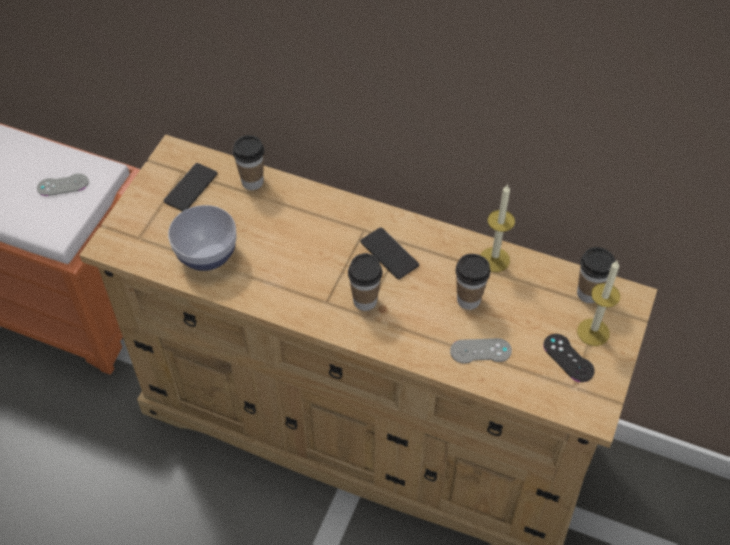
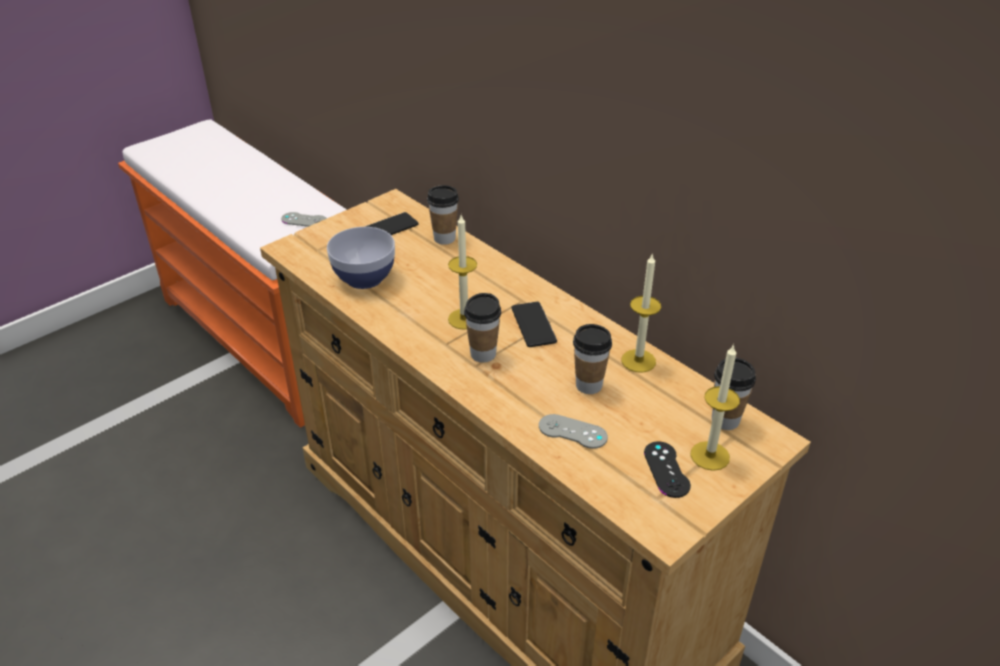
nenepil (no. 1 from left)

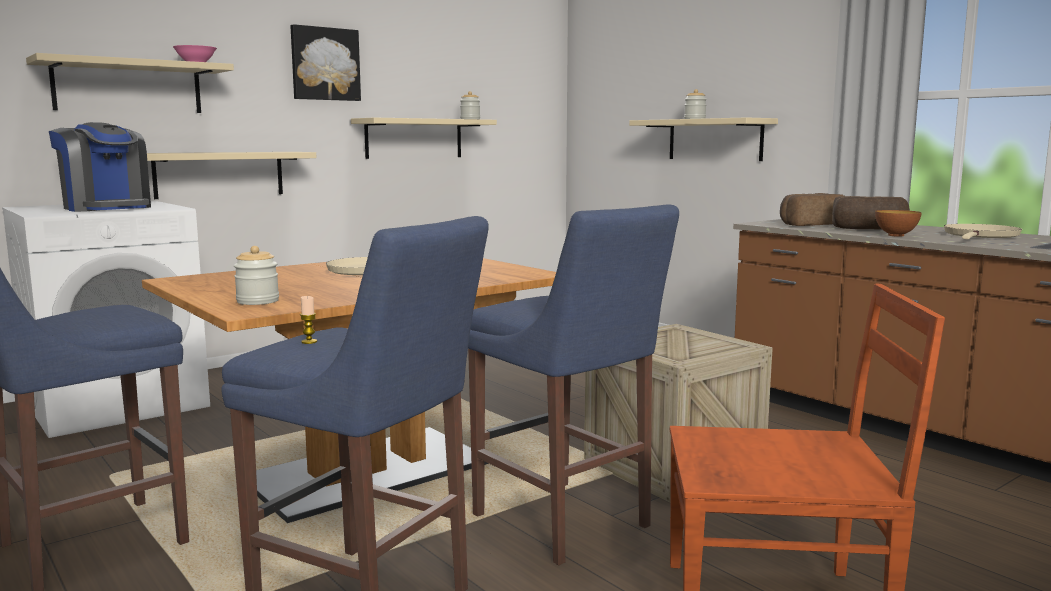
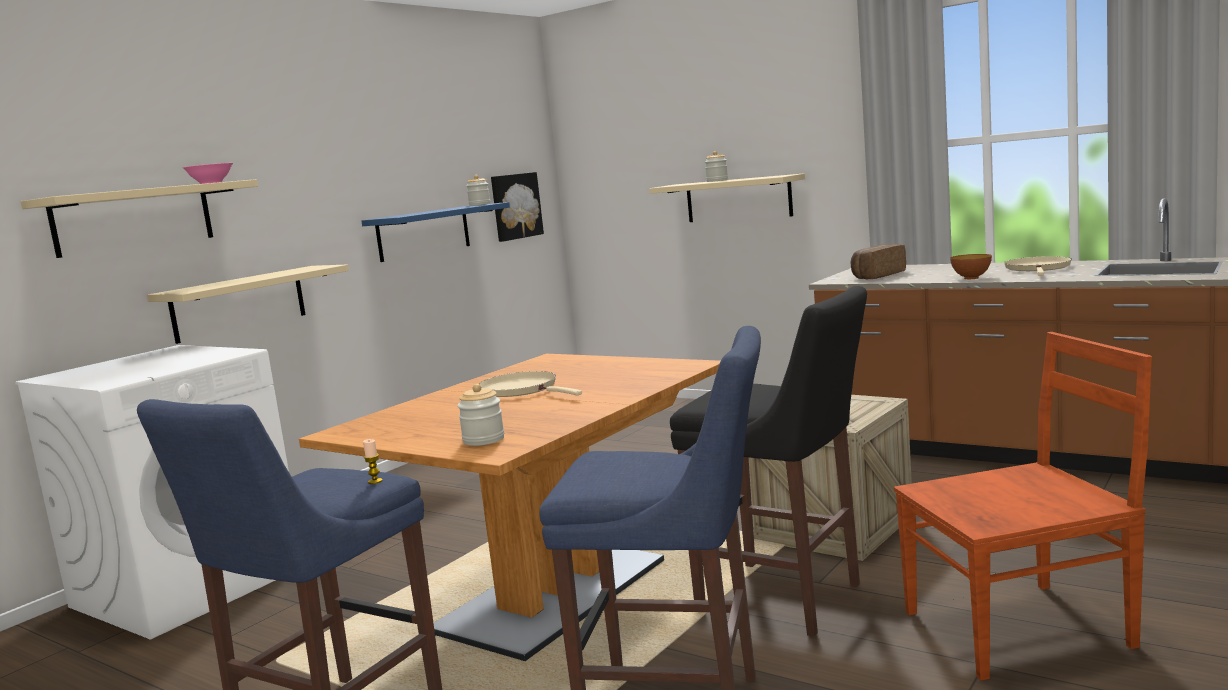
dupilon
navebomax (no. 2 from left in the first image)
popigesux
nenepil
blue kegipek
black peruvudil

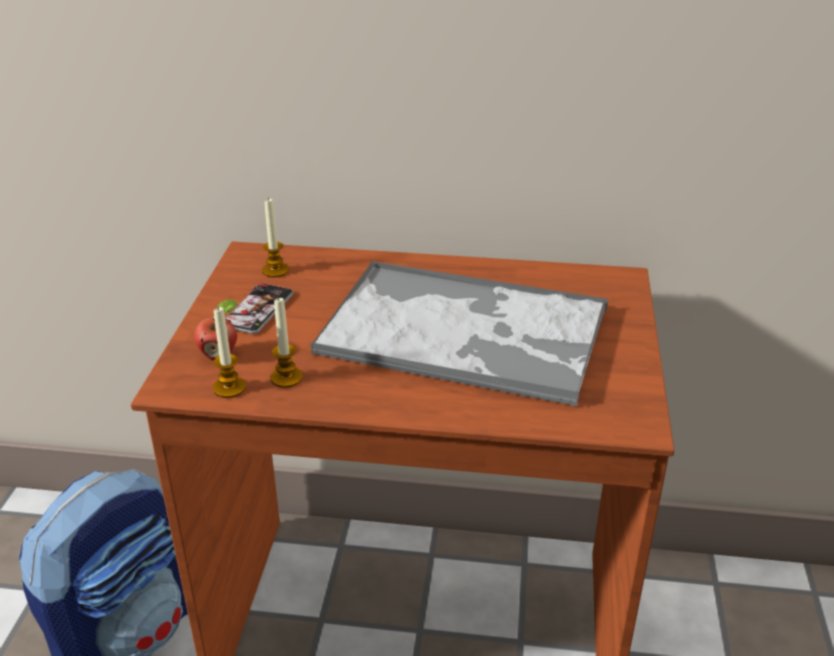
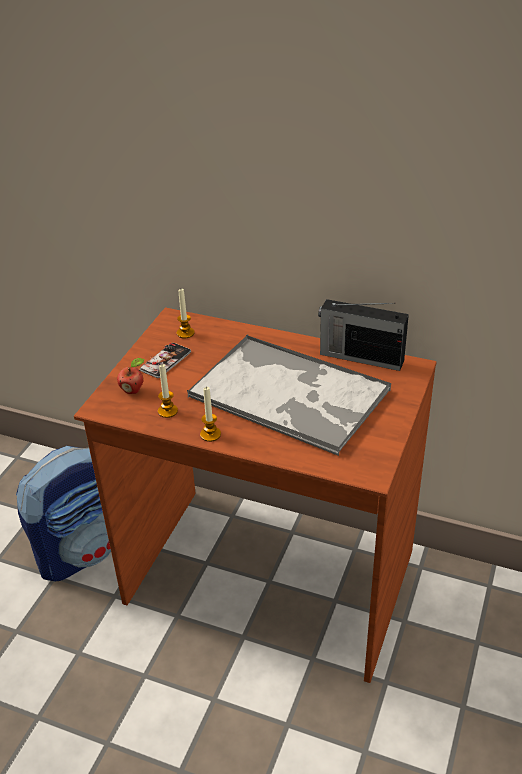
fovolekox
nenepil (no. 3 from left)

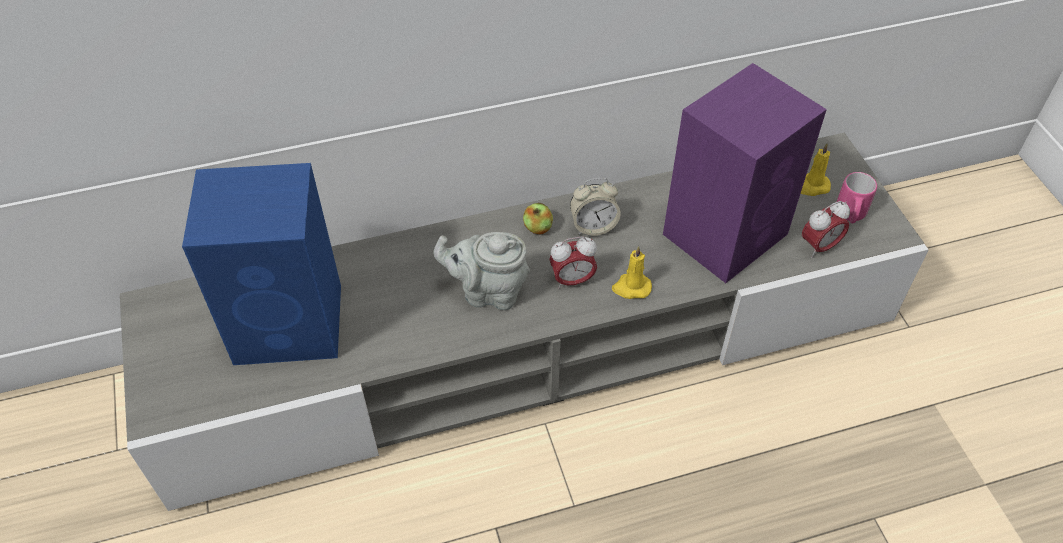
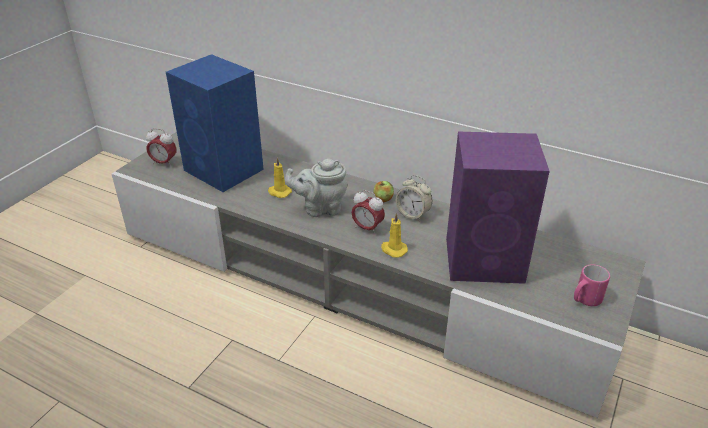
yellow nenepil (no. 1 from left)
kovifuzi (no. 1 from left)
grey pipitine

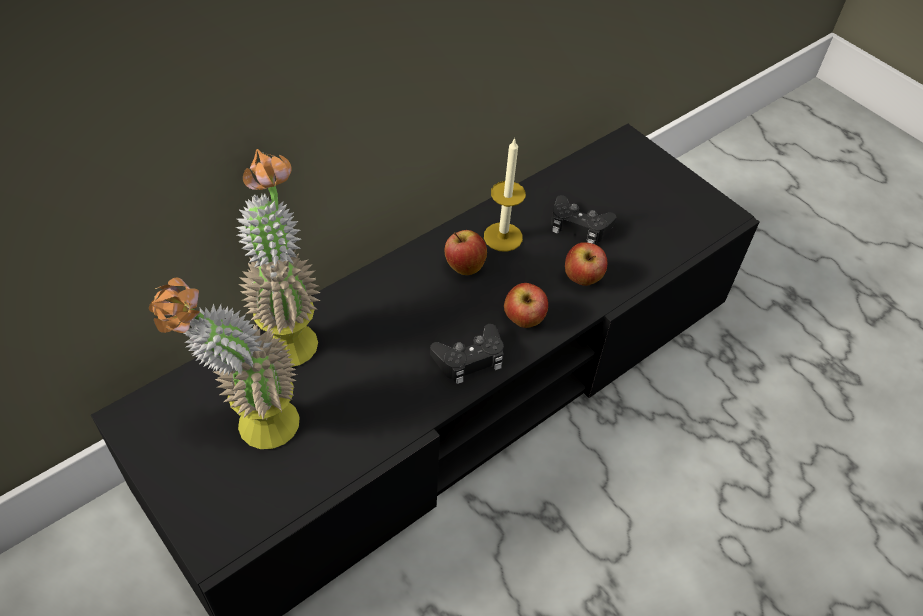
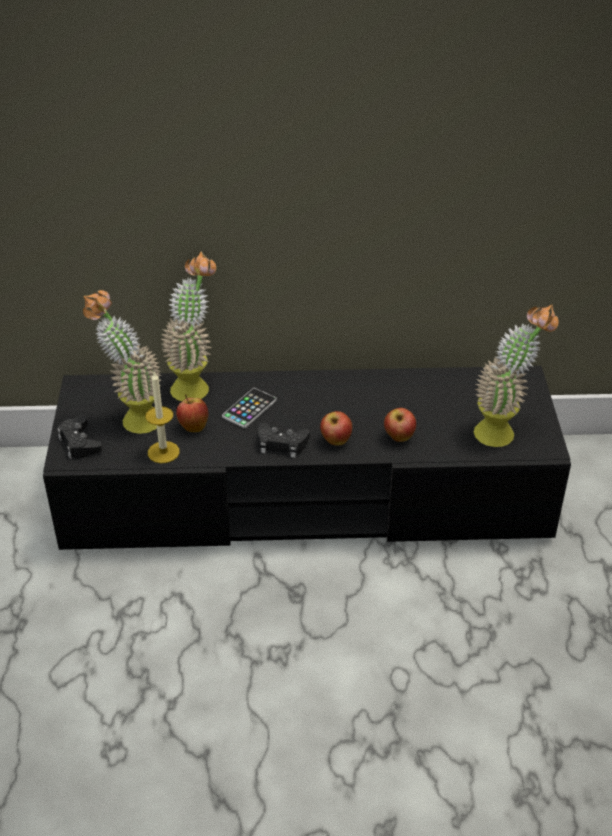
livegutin
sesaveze (no. 3 from left)
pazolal (no. 1 from left)
nenepil
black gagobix (no. 1 from left)

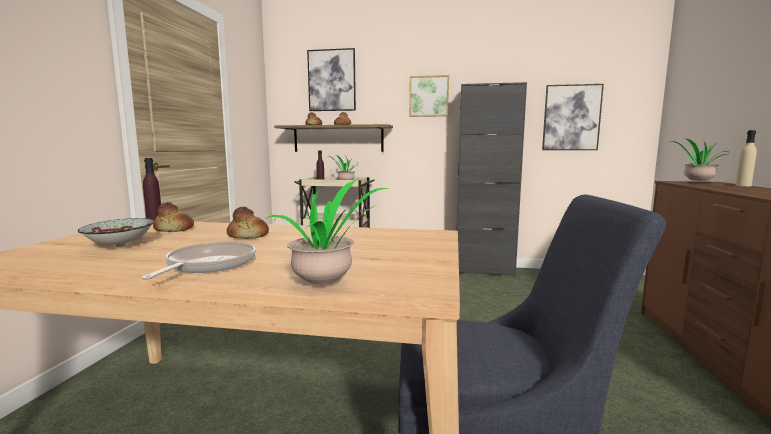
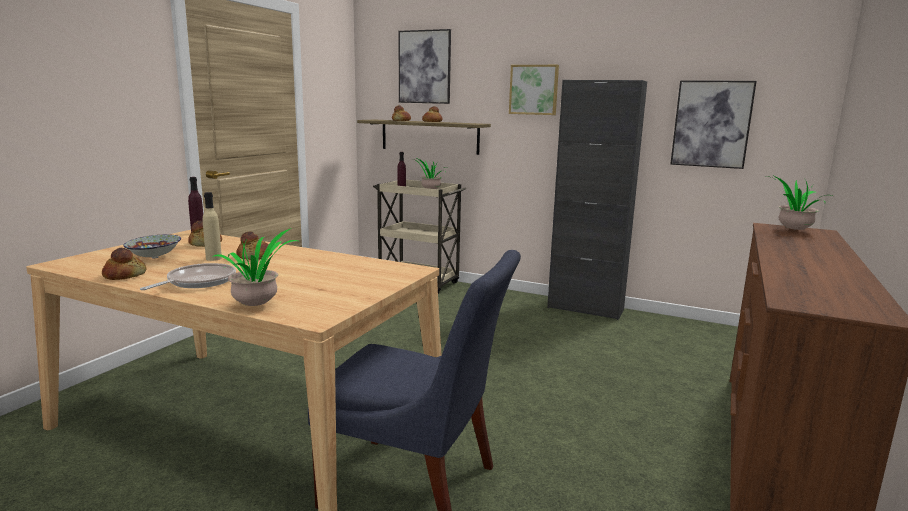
navebomax (no. 1 from left)
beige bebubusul

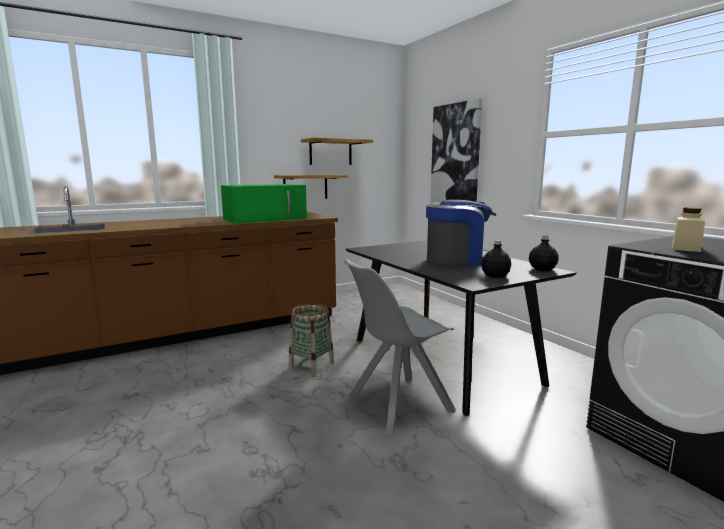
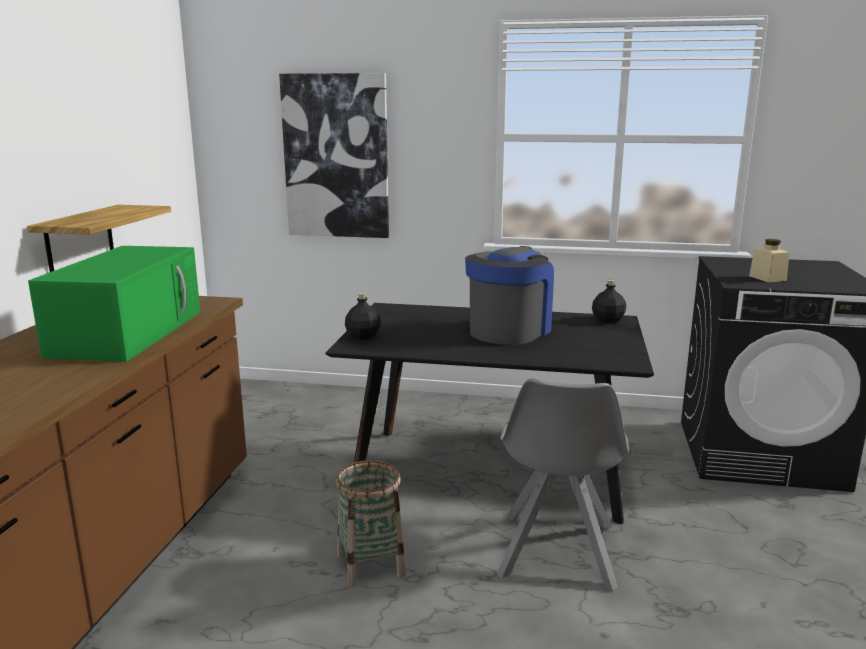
kegipek (no. 2 from left in the first image)
black bebubusul (no. 1 from left)

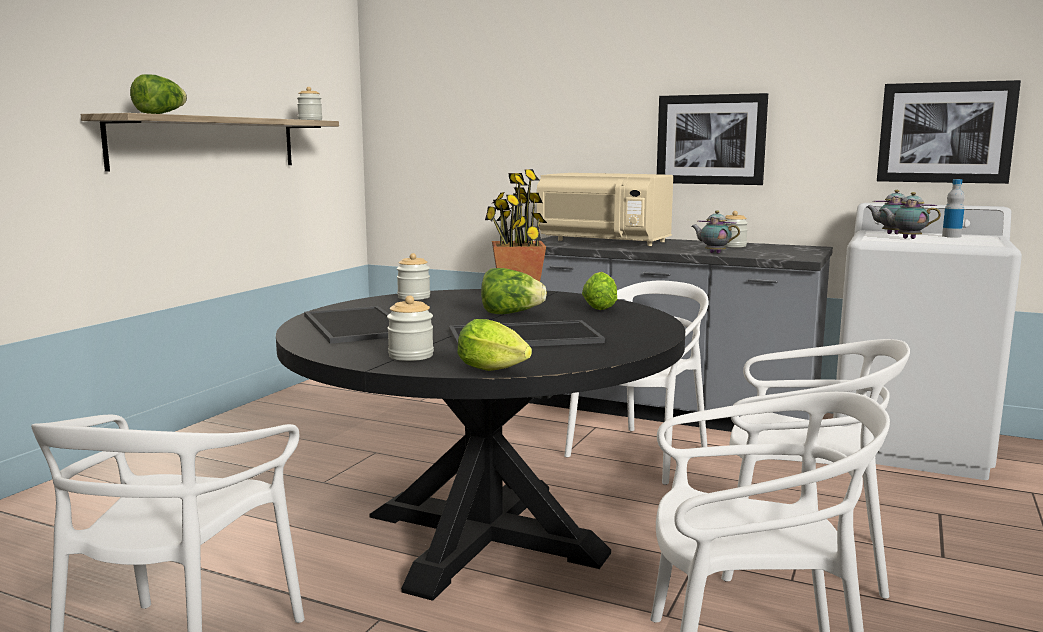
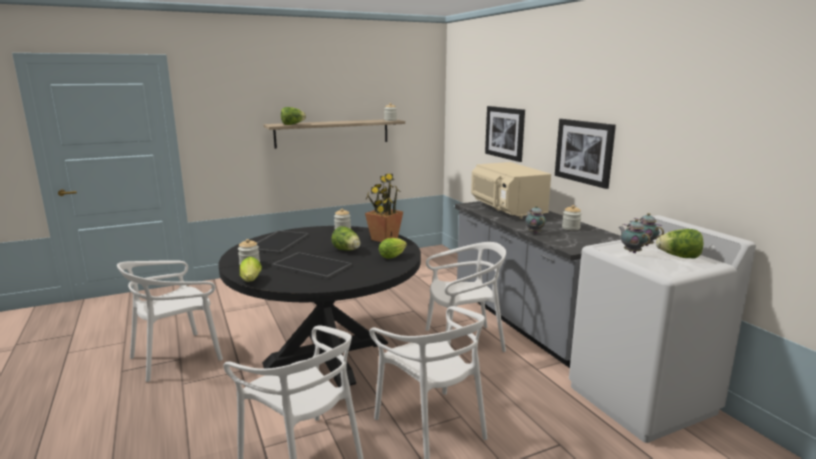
popigesux (no. 1 from left)
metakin (no. 5 from left)

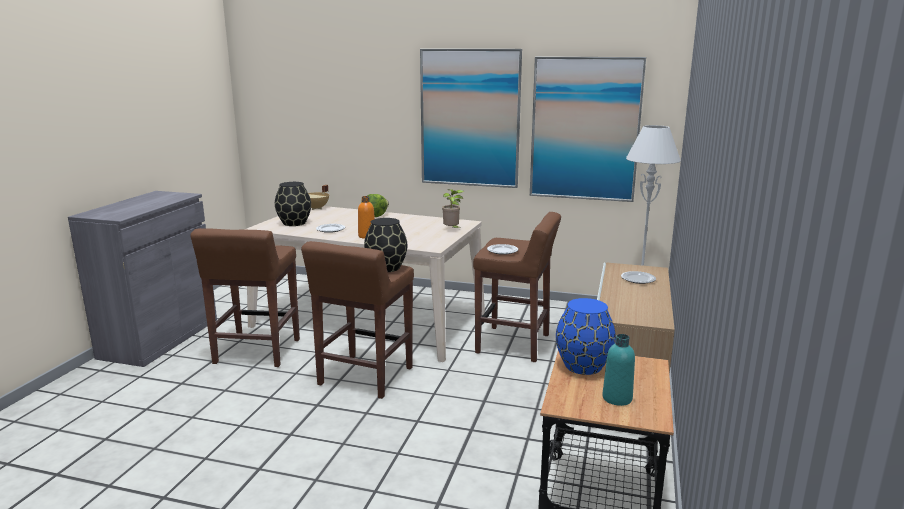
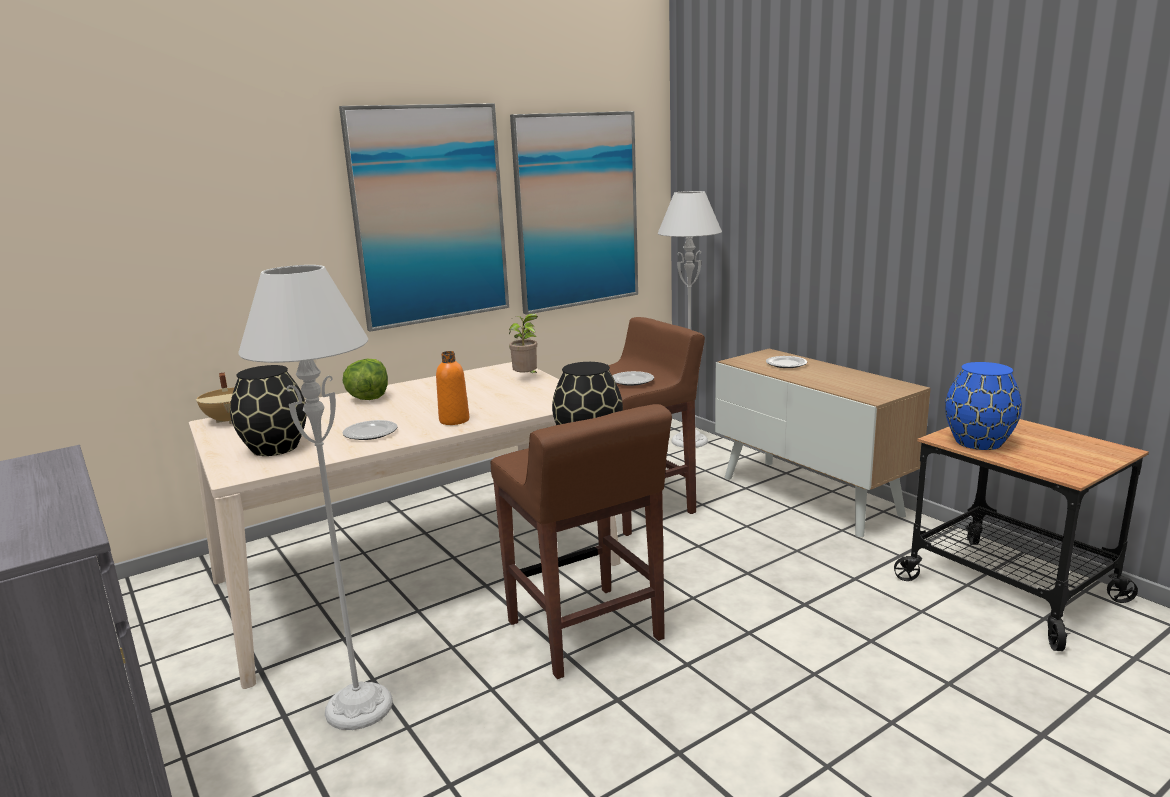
turquoise bebubusul
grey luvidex (no. 1 from left)

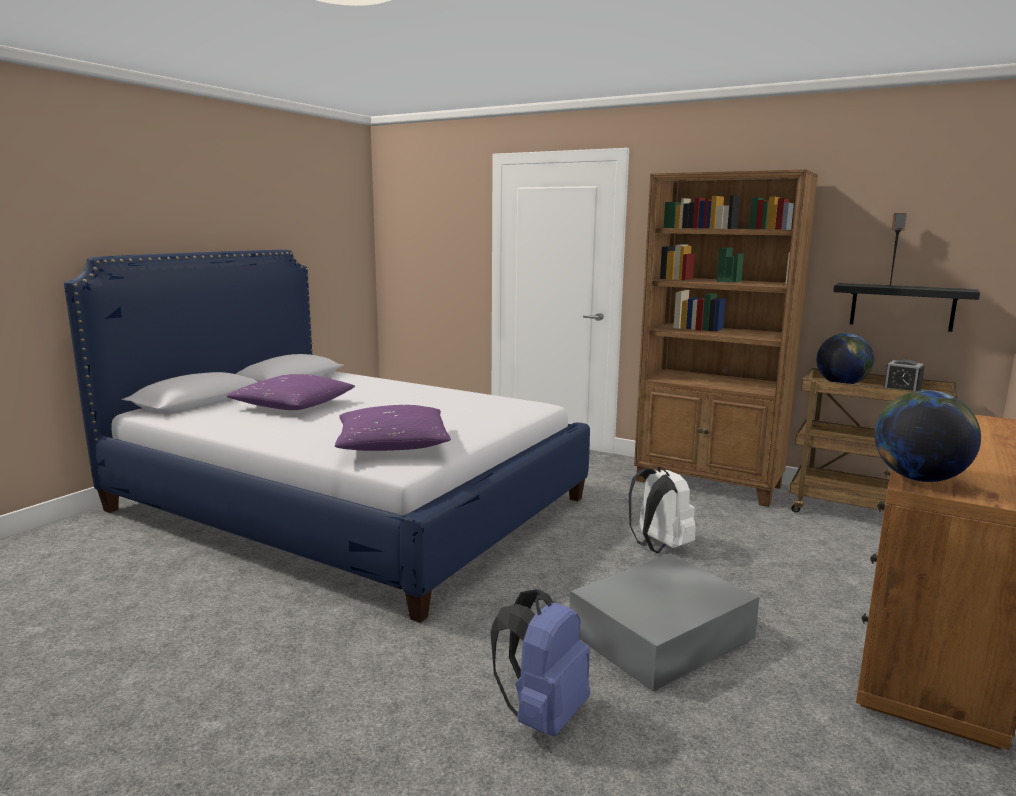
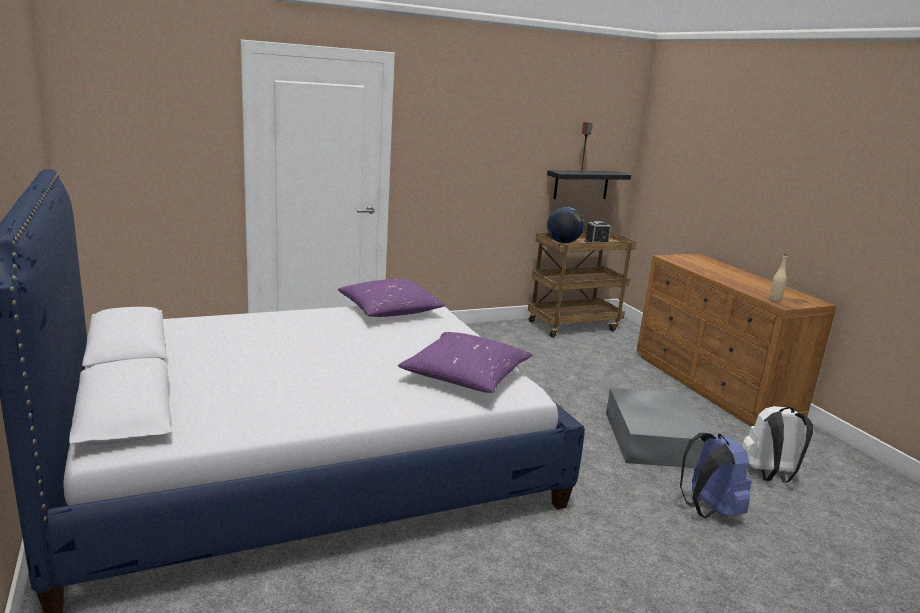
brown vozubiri
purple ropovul (no. 1 from left)
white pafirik
beige bebubusul

